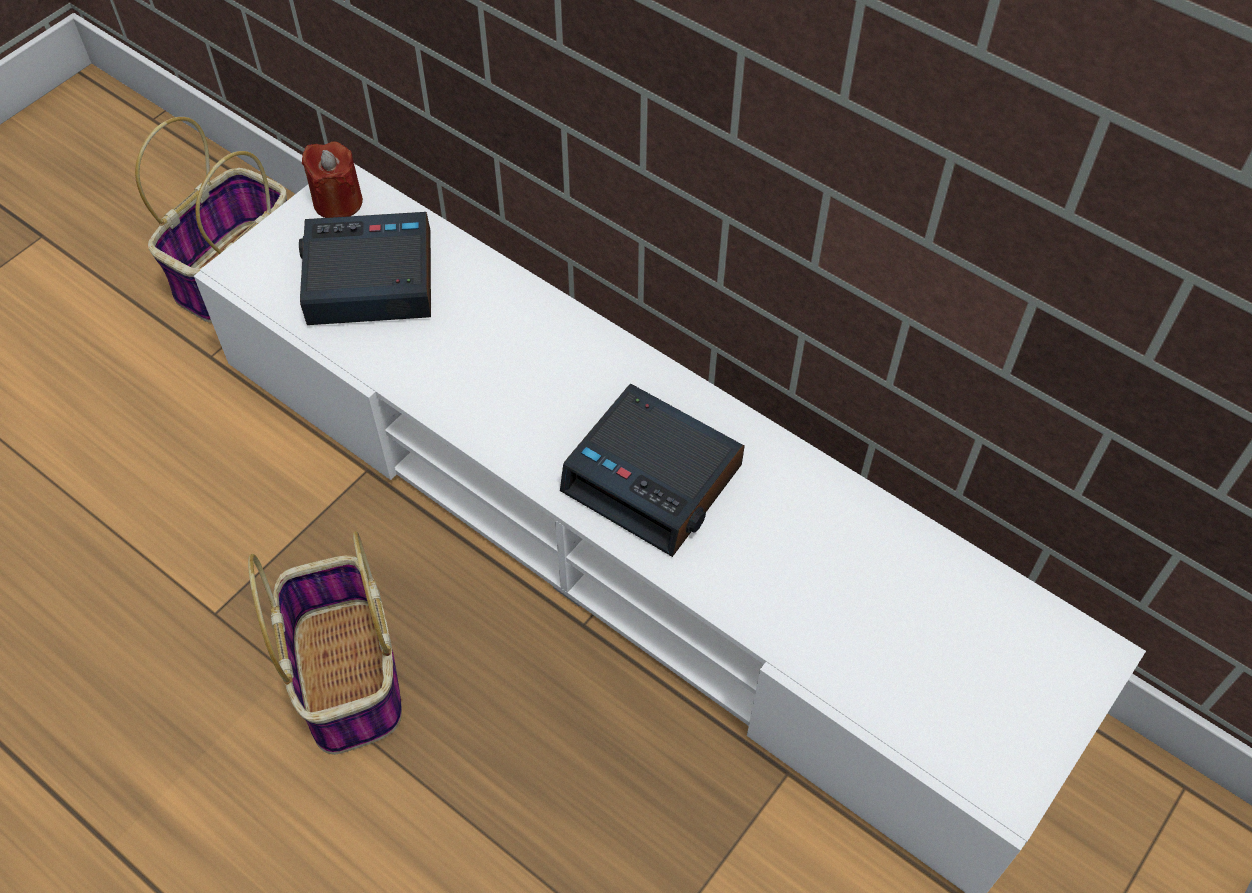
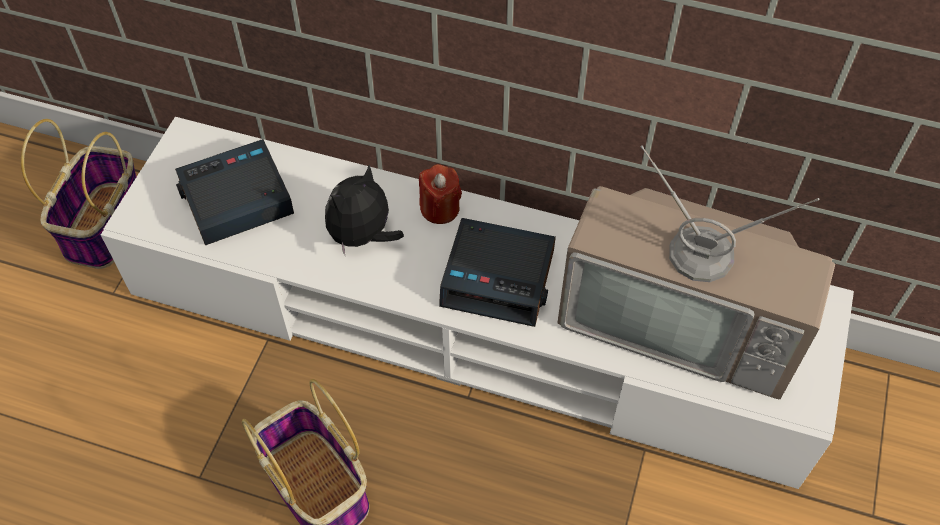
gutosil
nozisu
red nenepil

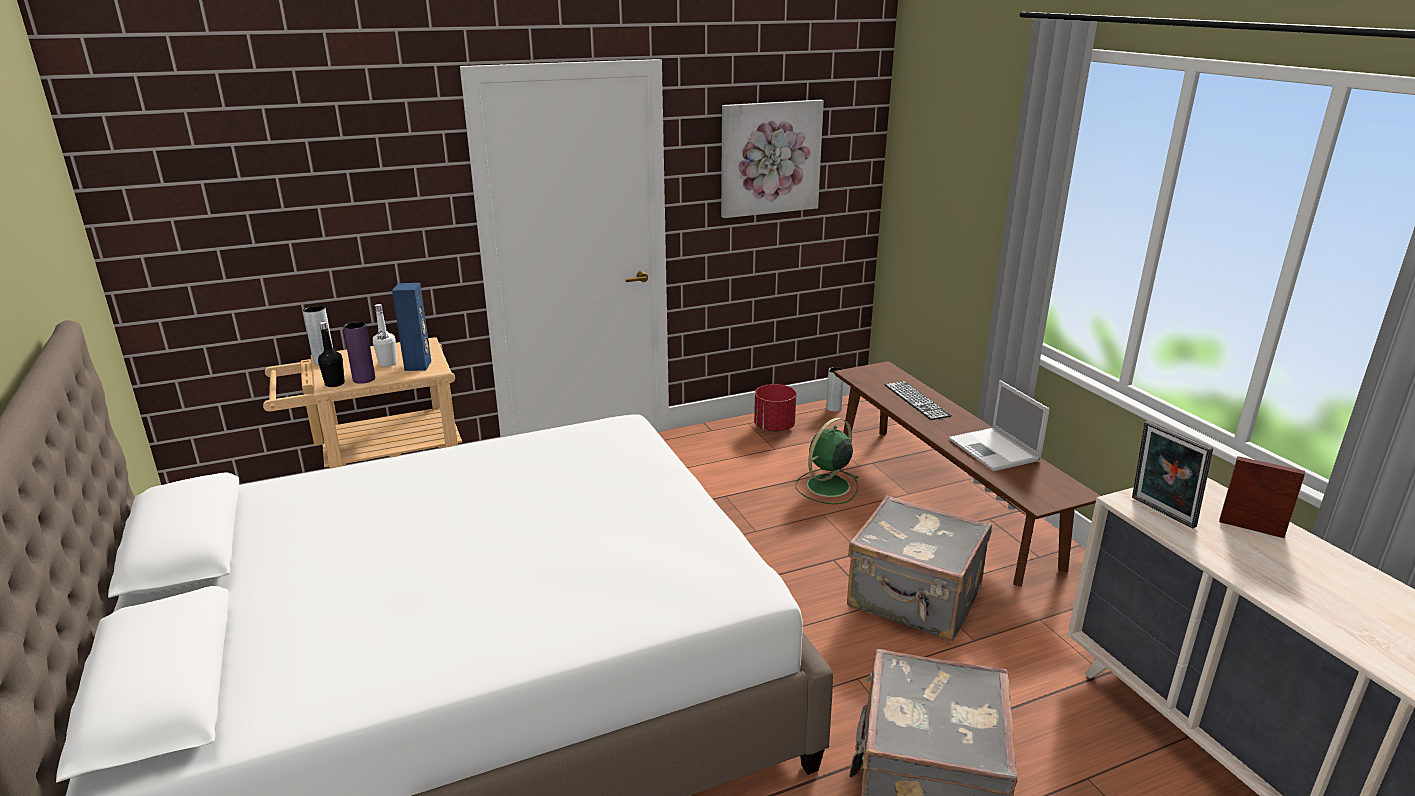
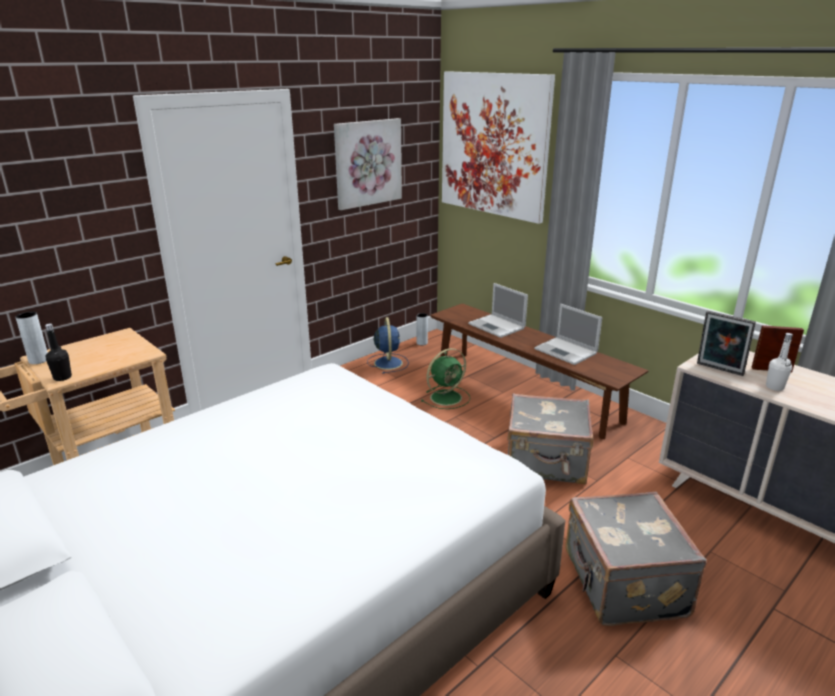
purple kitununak
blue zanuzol
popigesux (no. 2 from left)
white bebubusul
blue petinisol
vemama (no. 1 from left)
green petinisol

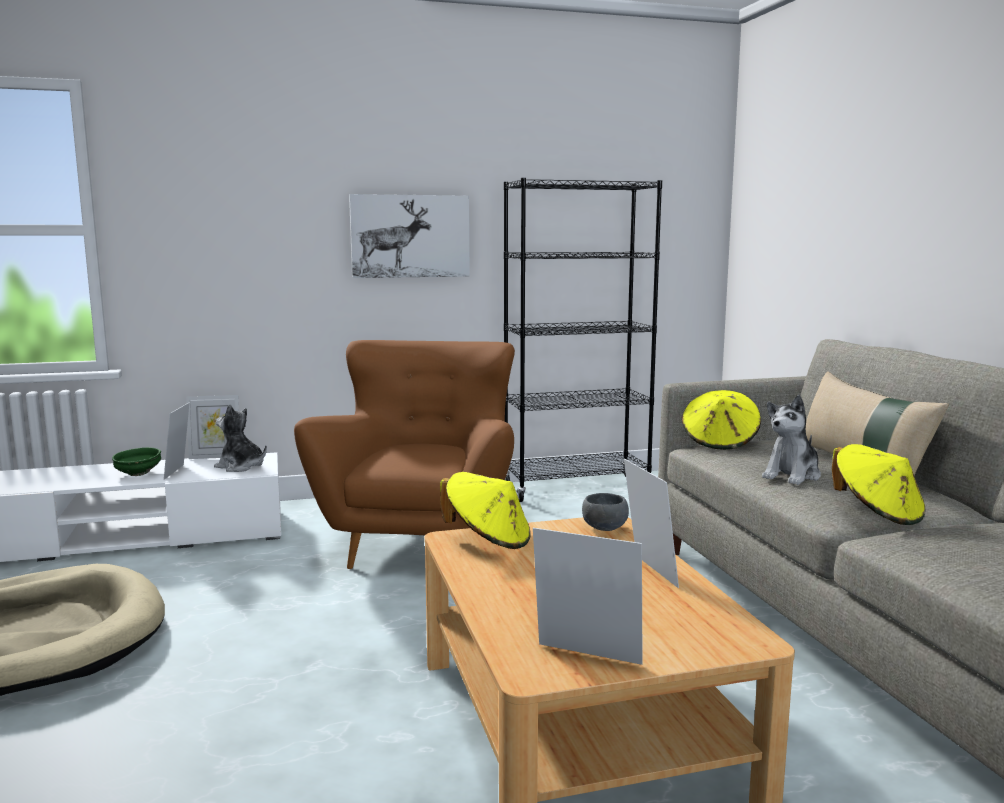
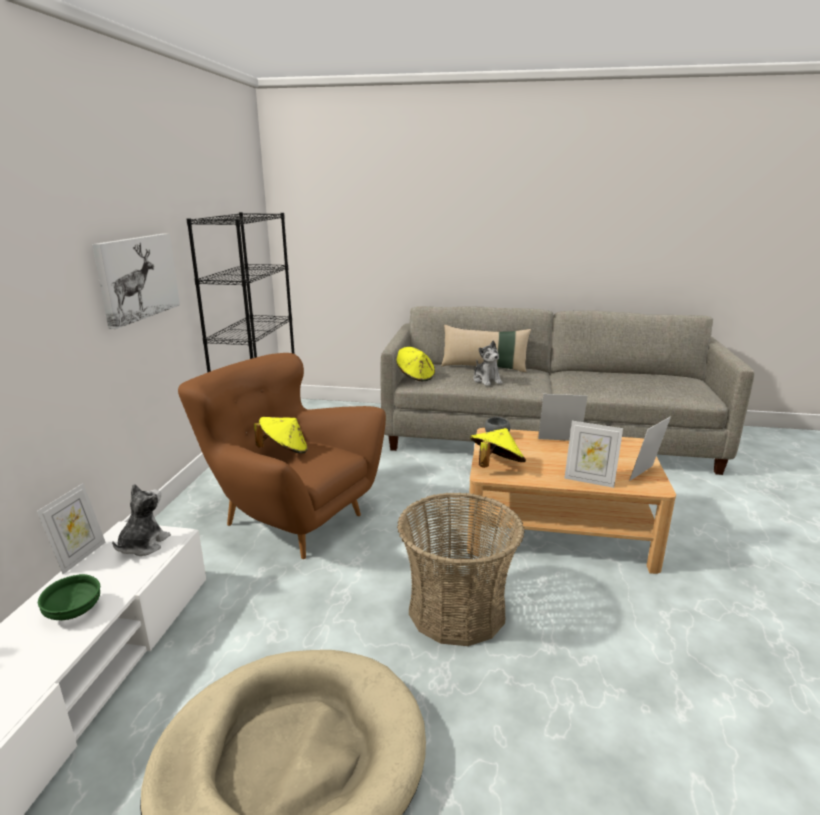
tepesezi
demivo (no. 3 from left)
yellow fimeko (no. 1 from left)
gutosil (no. 1 from left)

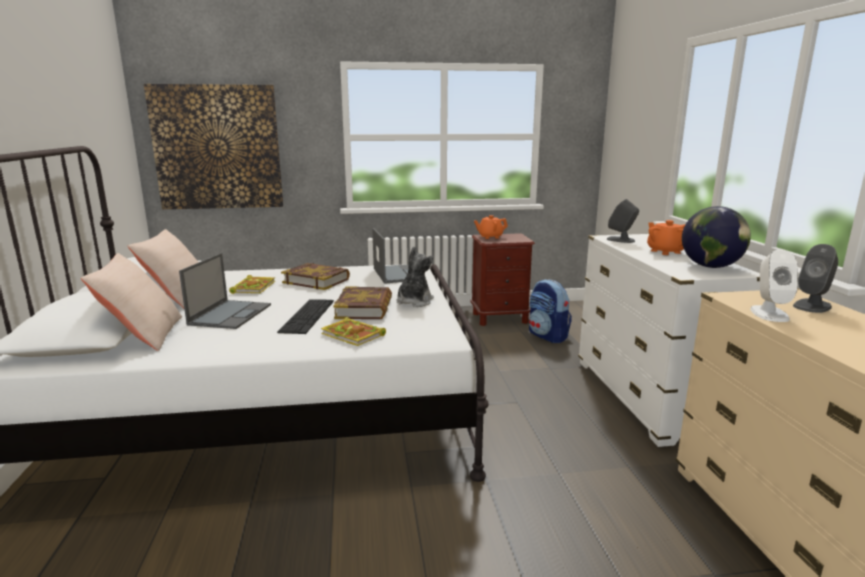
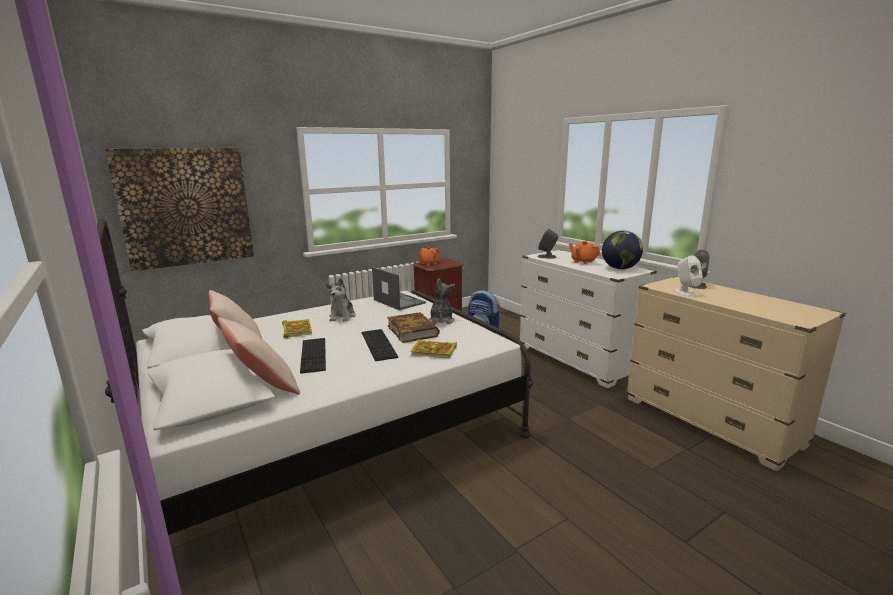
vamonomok (no. 1 from left)
gutosil (no. 1 from left)

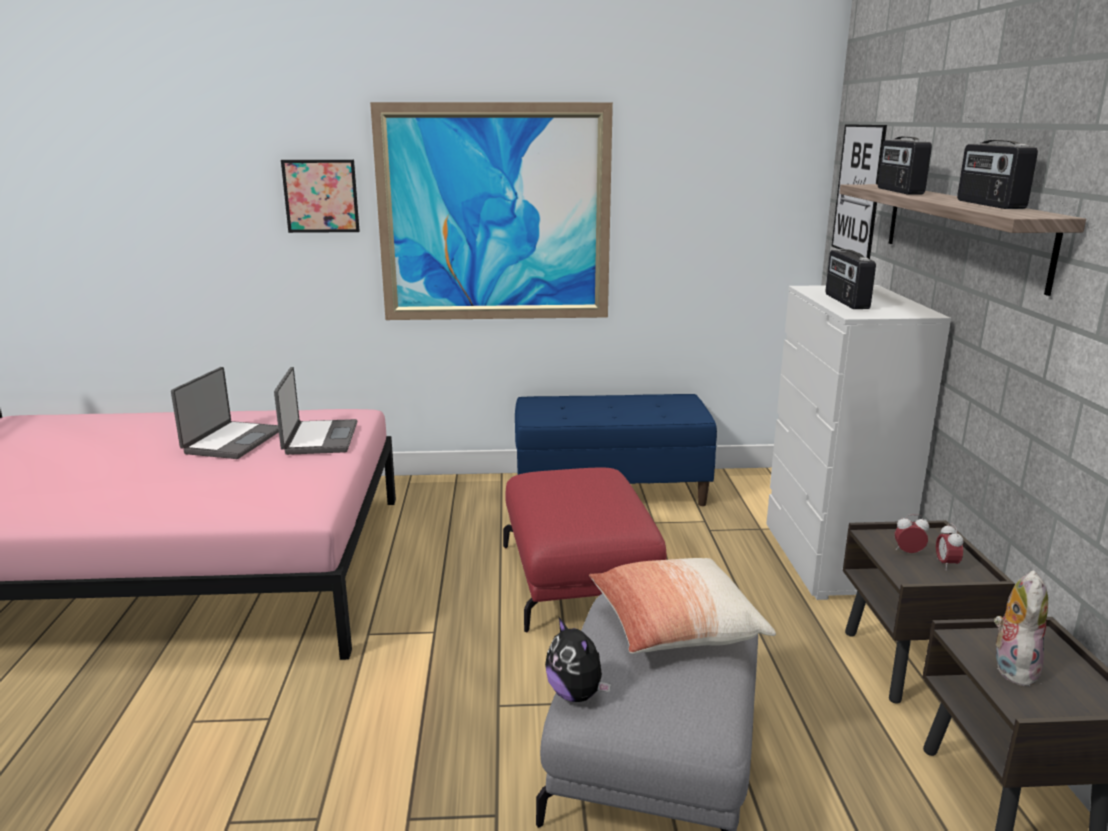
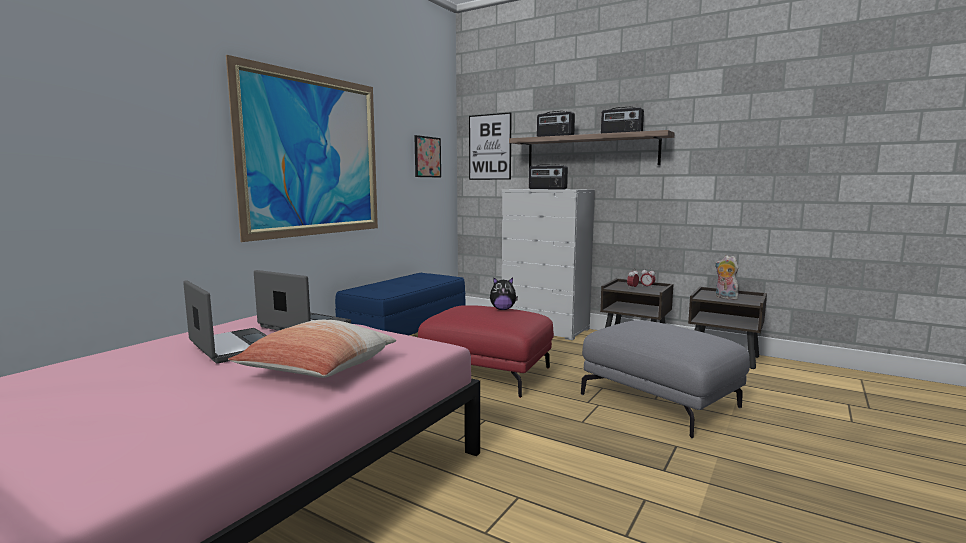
popigesux (no. 2 from left)
gutosil (no. 1 from left)
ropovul

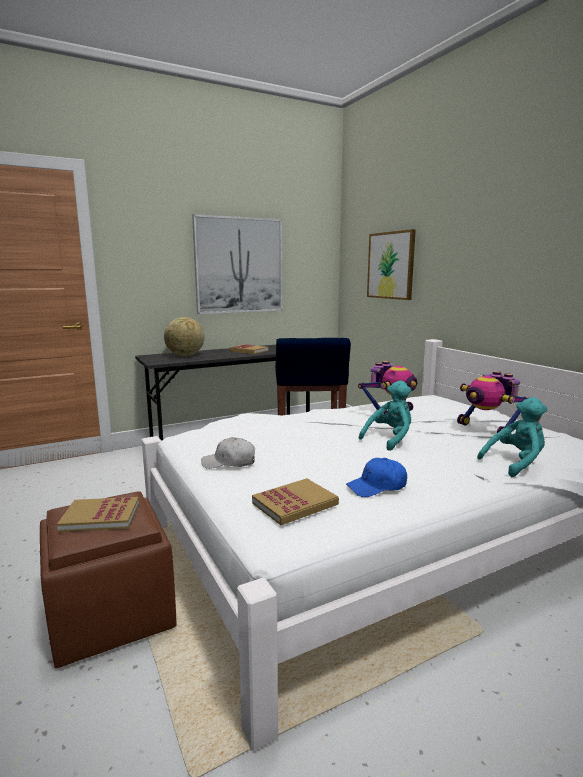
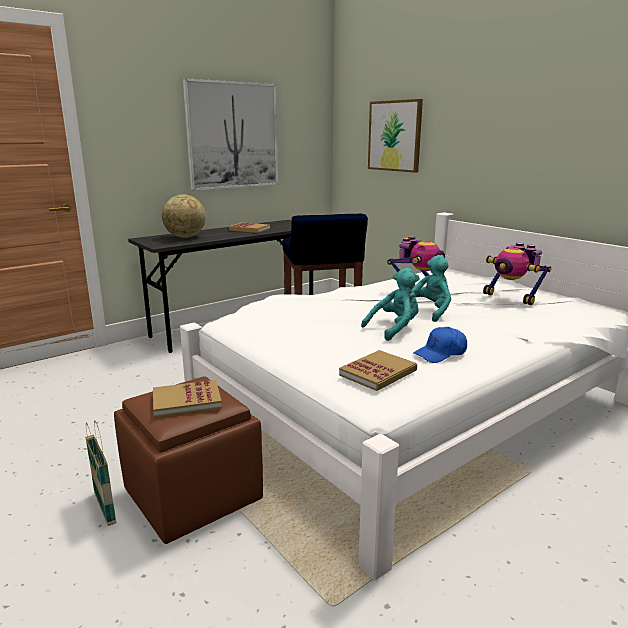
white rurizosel
tepesezi
turquoise gutosil (no. 1 from left)

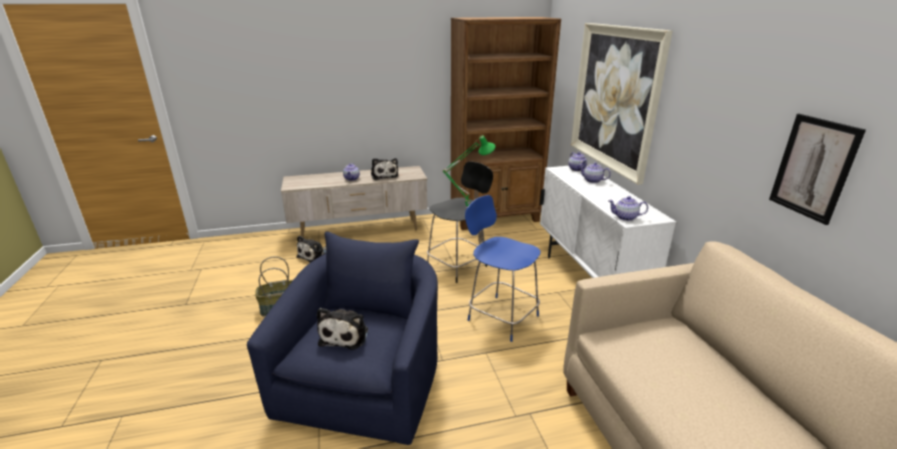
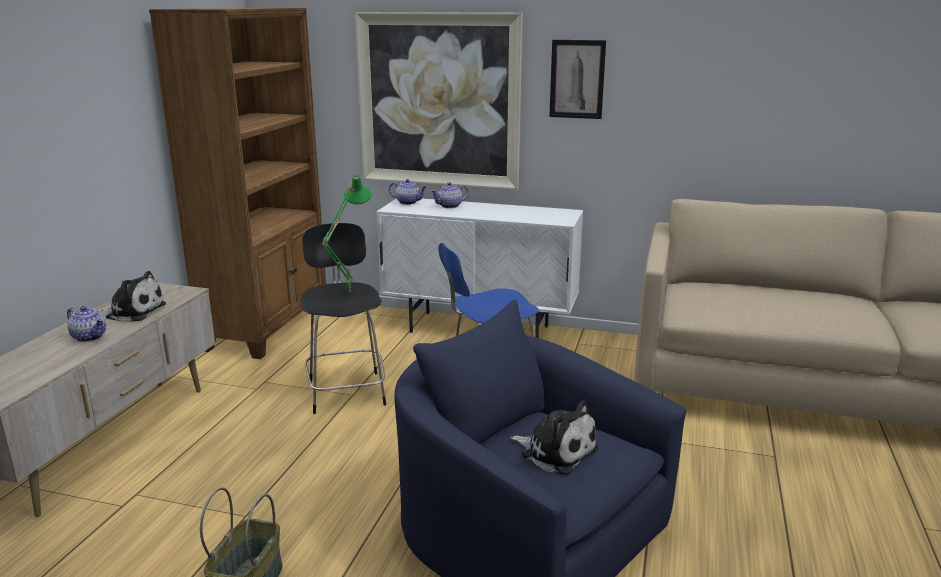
gutosil (no. 1 from left in the first image)
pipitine (no. 4 from left in the first image)
popigesux (no. 2 from left)

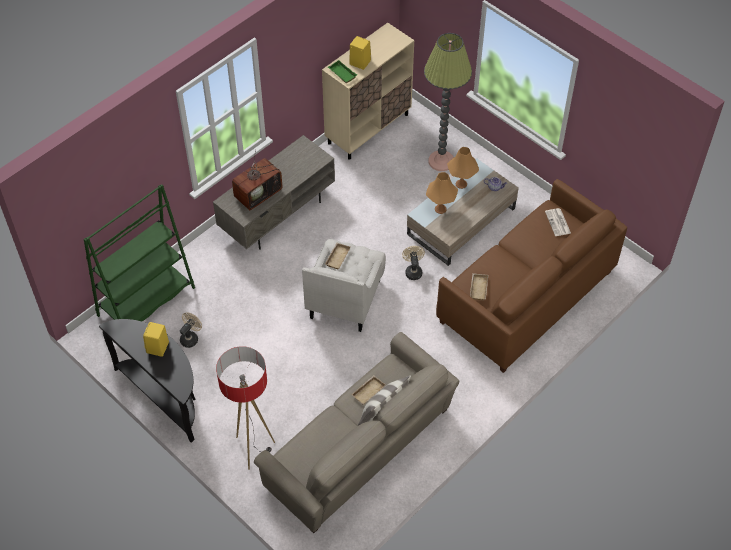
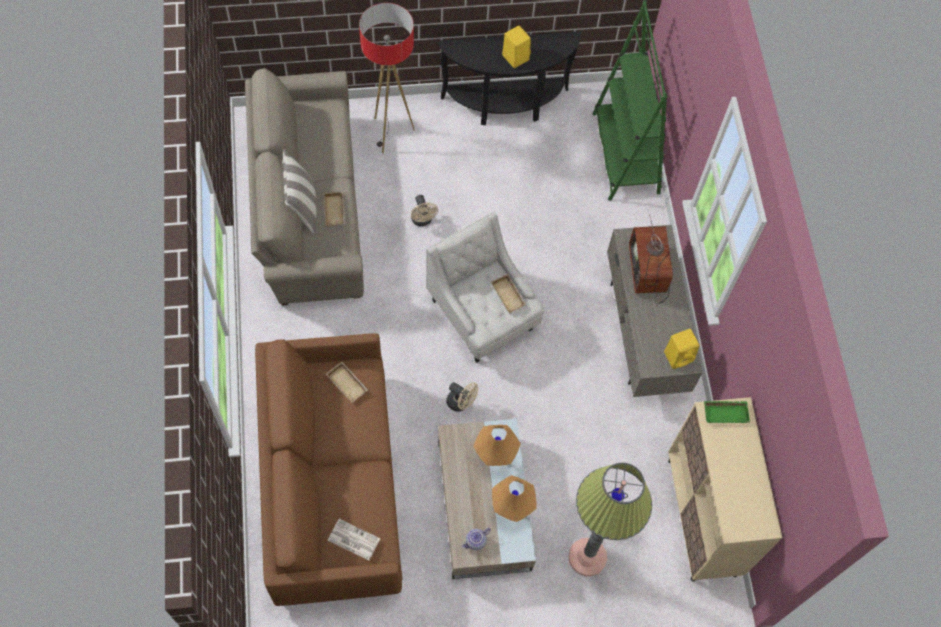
beige petinisol (no. 1 from left)
yellow zanuzol (no. 2 from left)

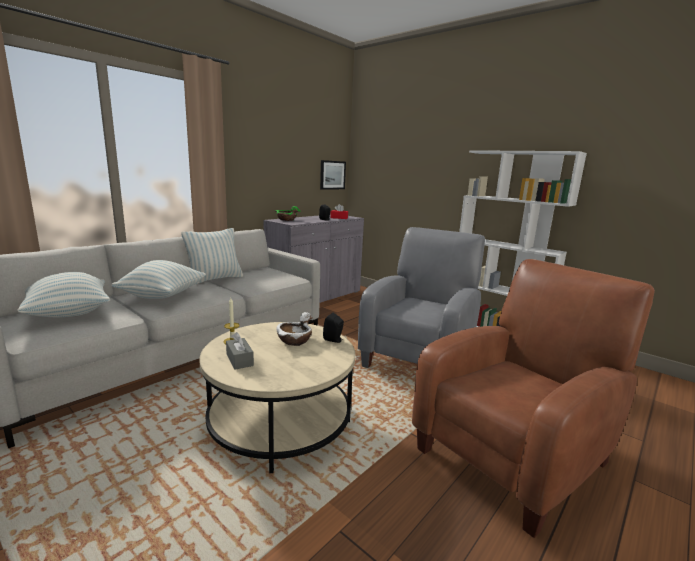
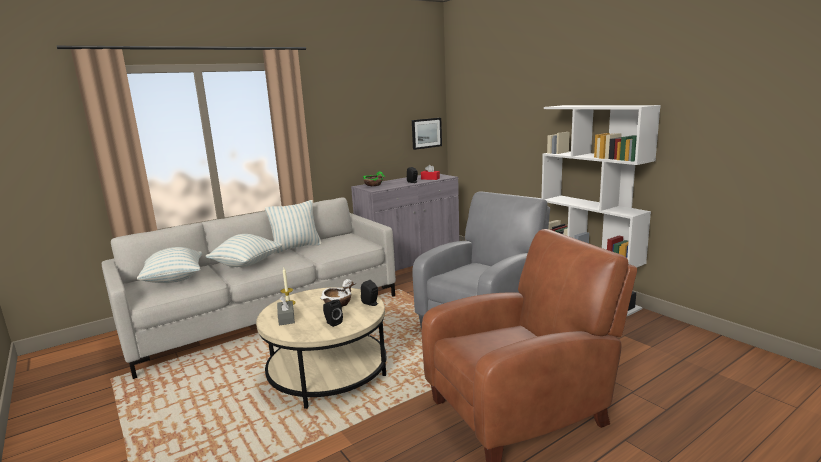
black zanuzol (no. 1 from left)

